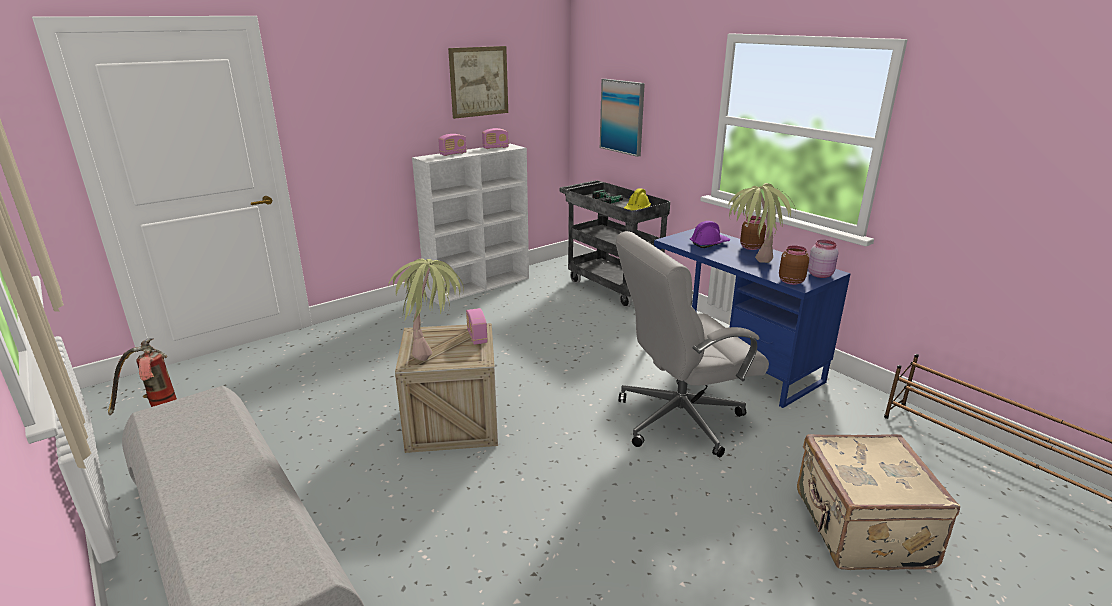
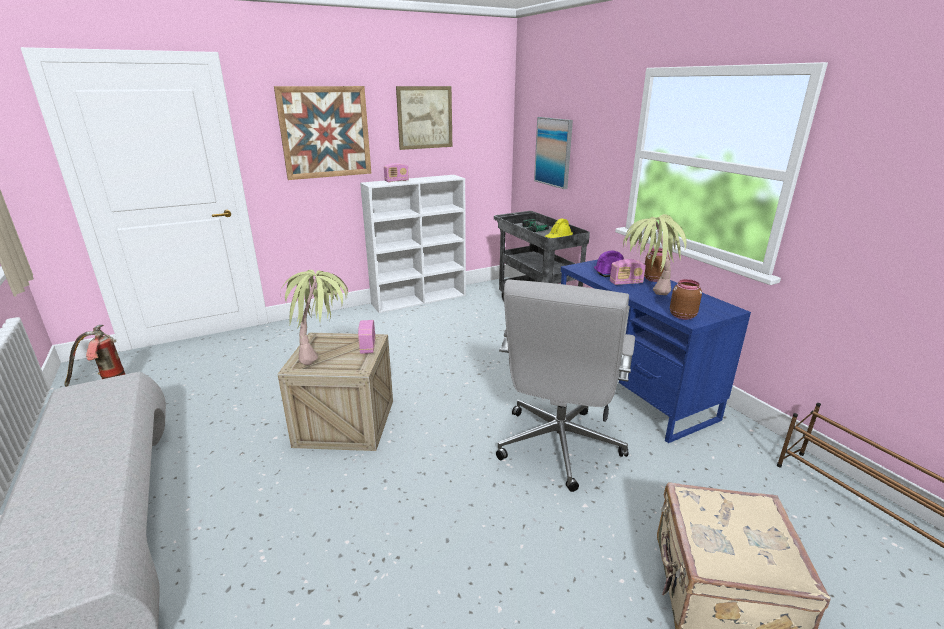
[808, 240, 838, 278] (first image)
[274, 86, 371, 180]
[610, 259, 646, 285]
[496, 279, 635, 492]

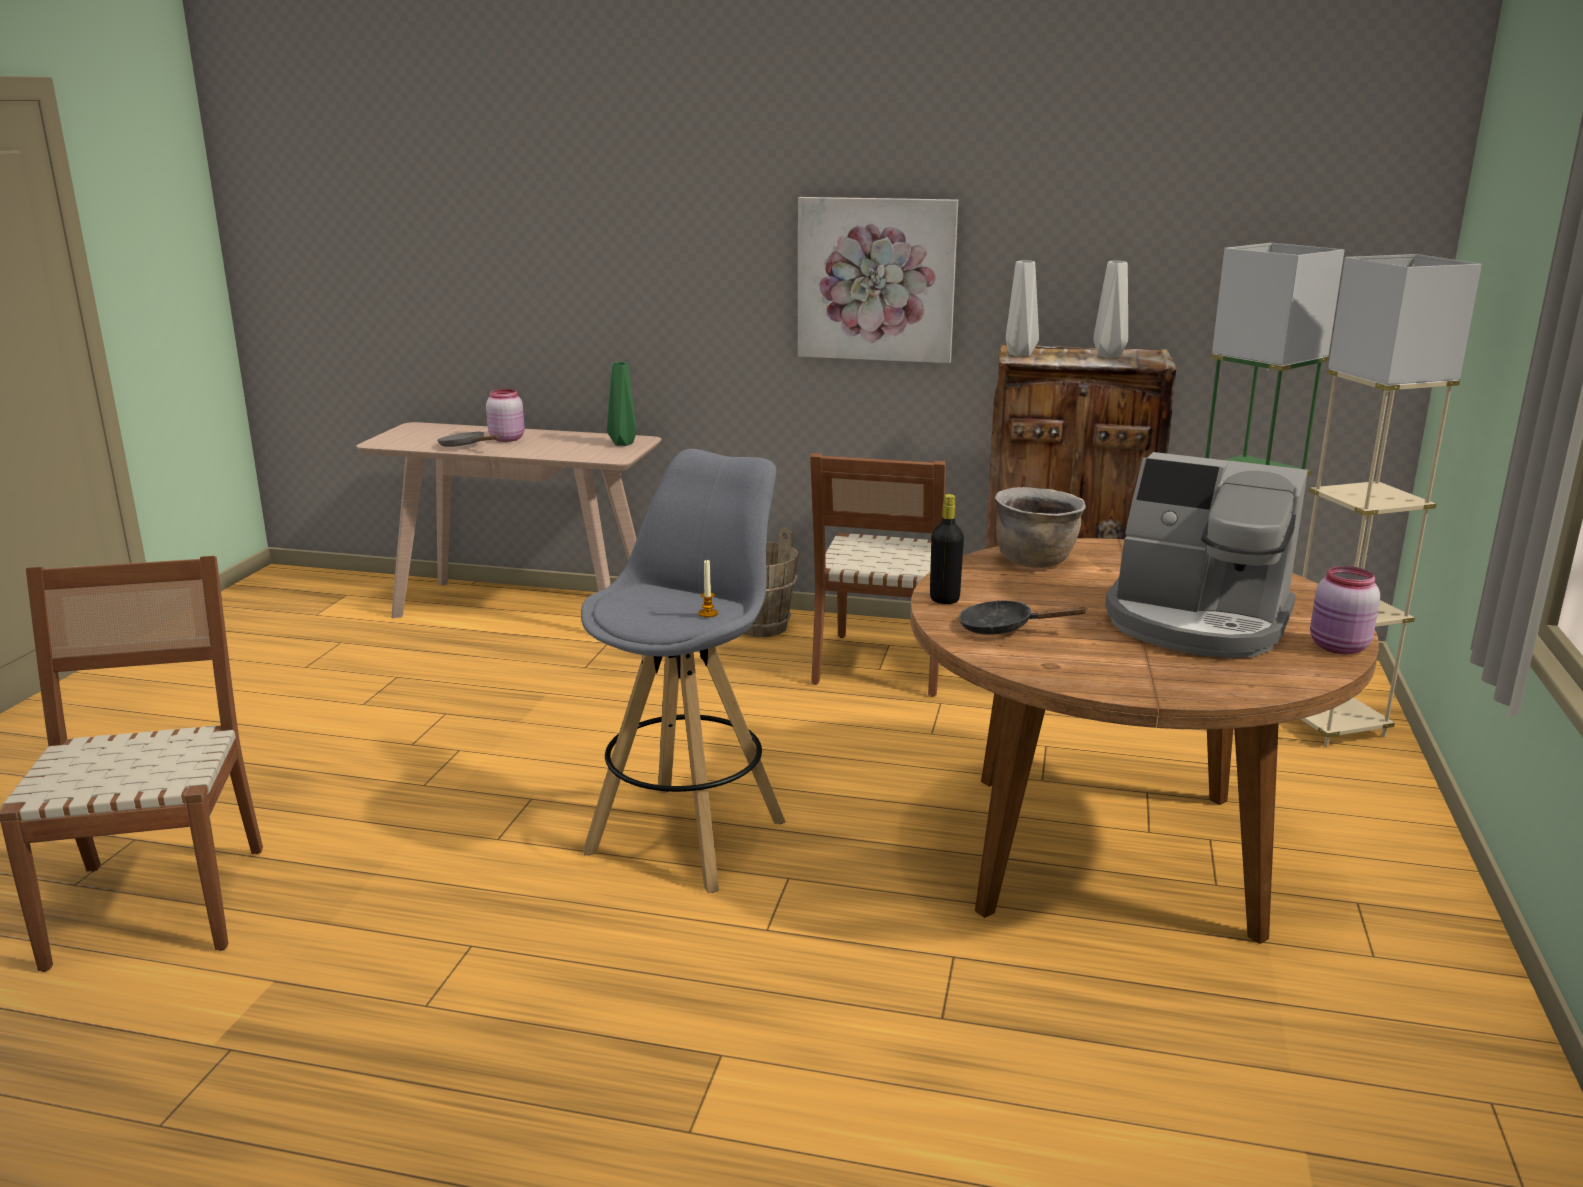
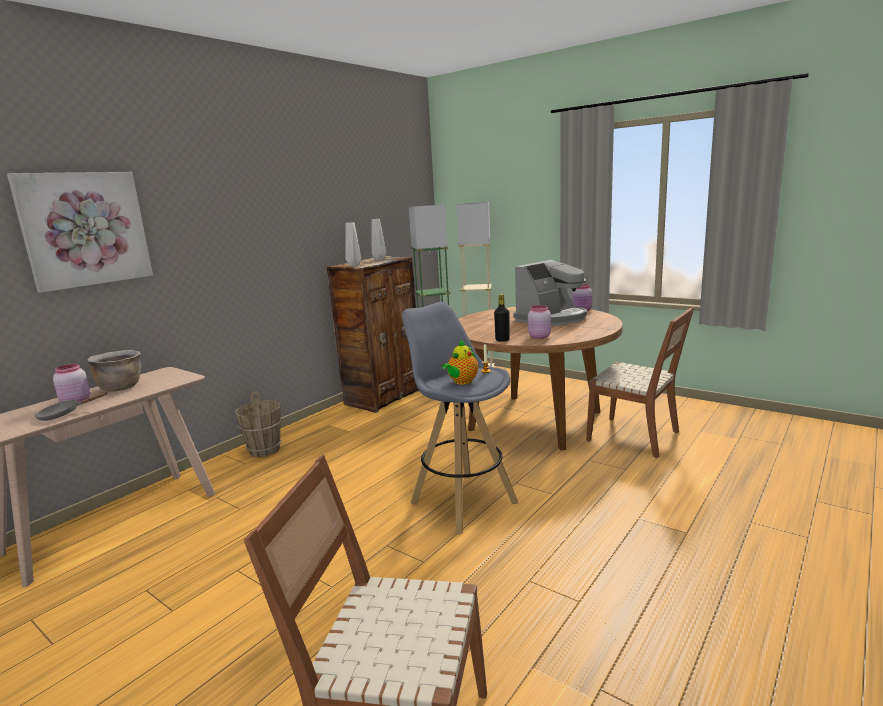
[607, 362, 636, 446] (first image)
[442, 339, 478, 385]
[7, 172, 153, 293]
[586, 306, 694, 458]
[87, 350, 141, 392]
[528, 305, 551, 339]

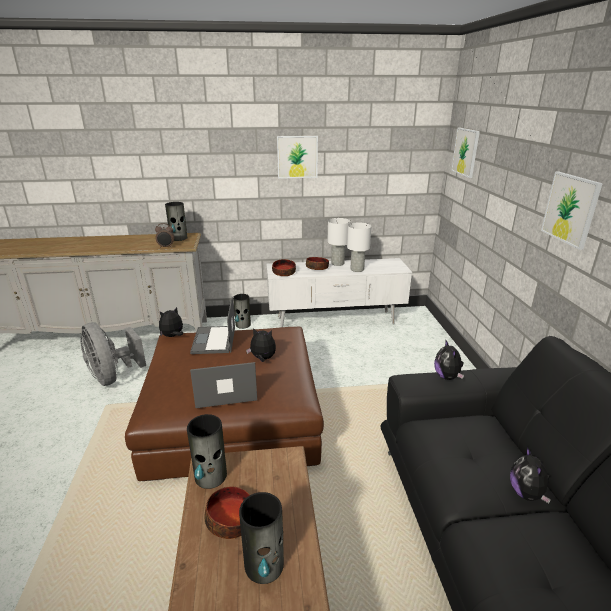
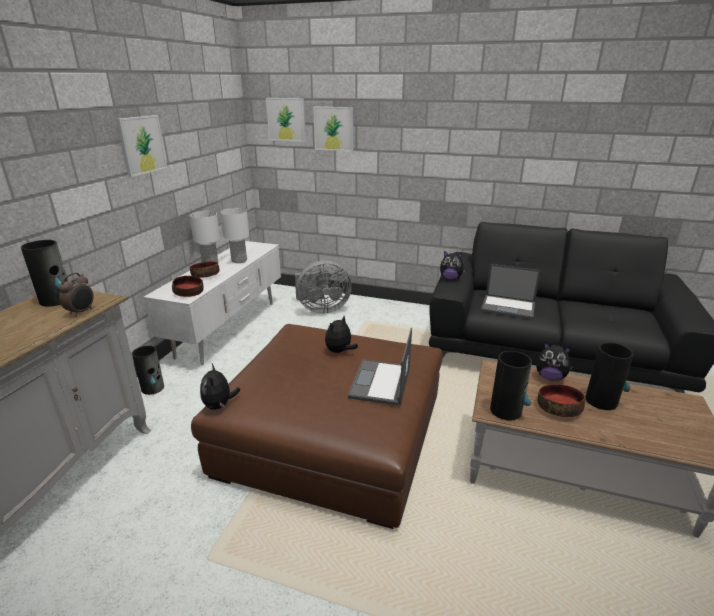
[295, 260, 352, 314]
[481, 264, 541, 320]
[536, 342, 573, 381]
[313, 107, 353, 152]

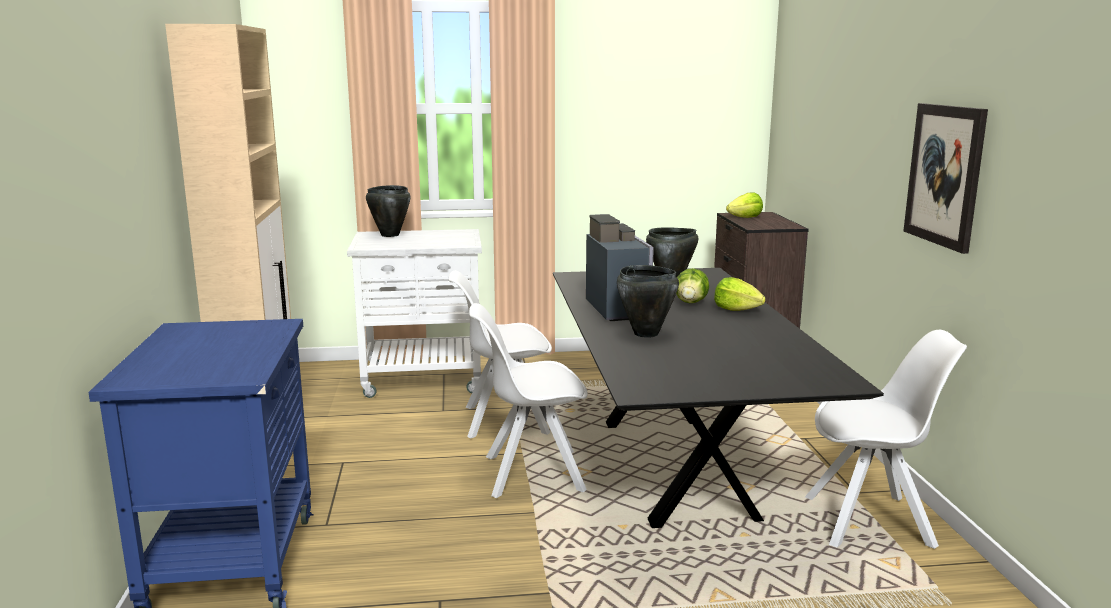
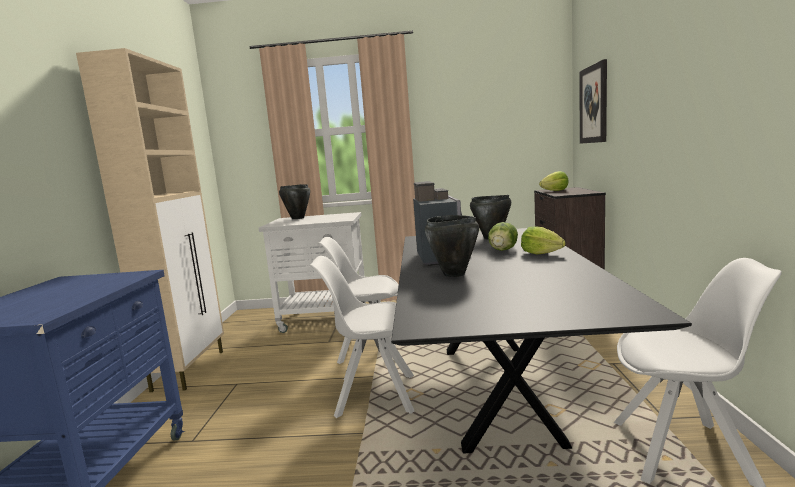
[580, 59, 607, 144]

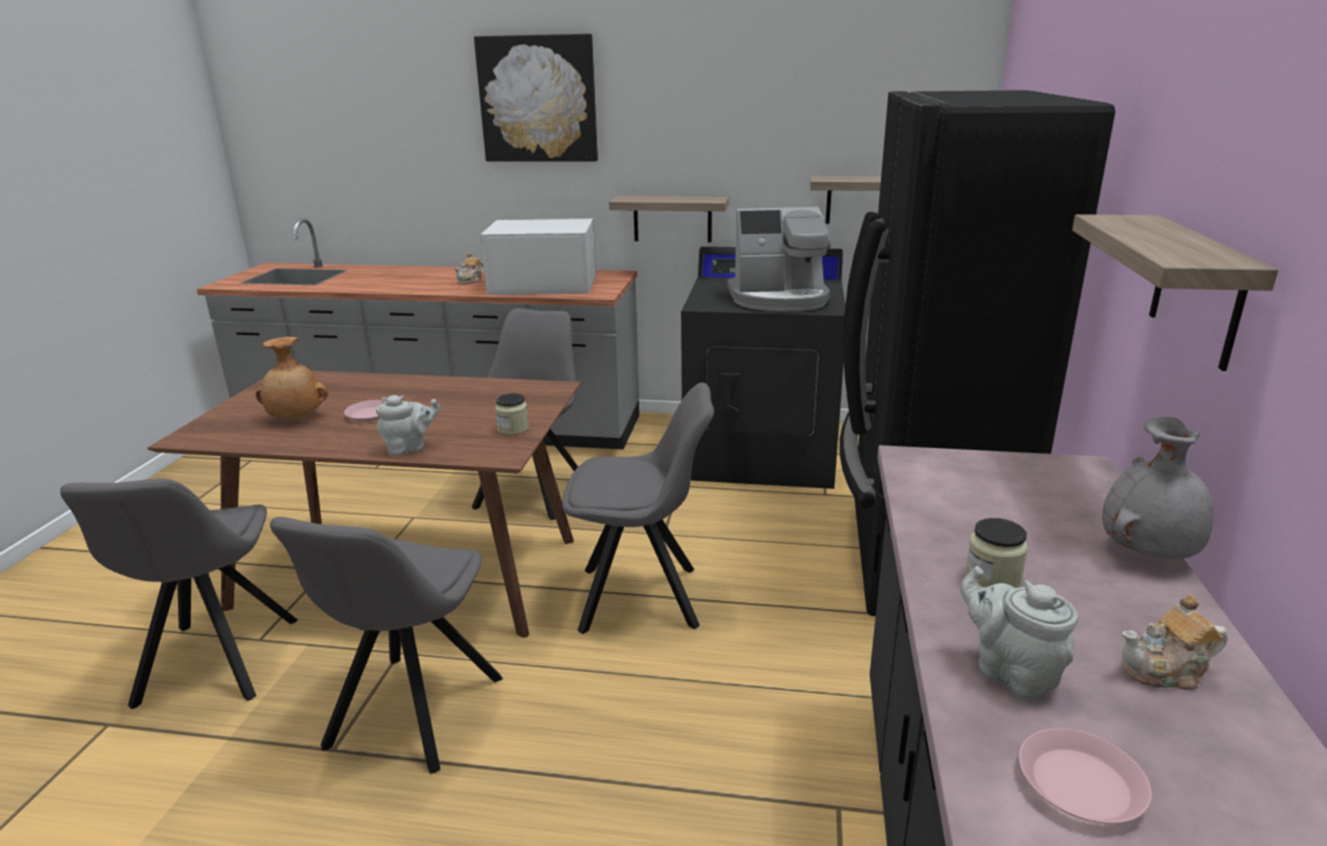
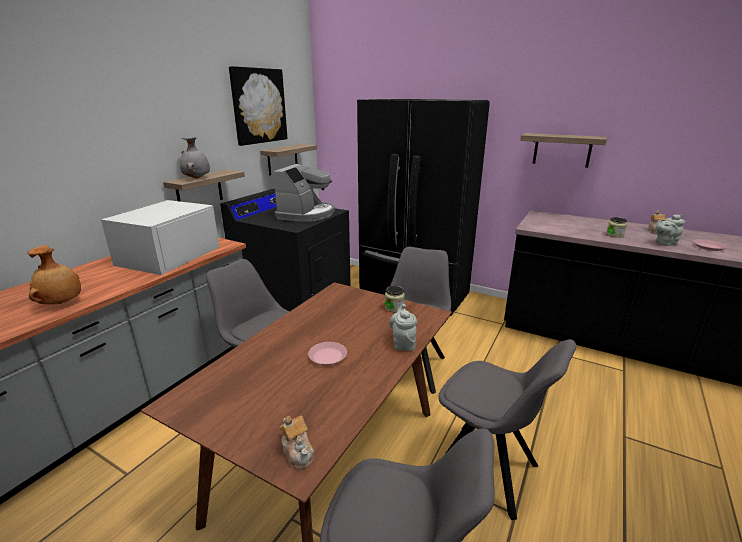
[27, 245, 81, 304]
[280, 416, 314, 470]
[229, 66, 288, 146]
[180, 136, 210, 179]

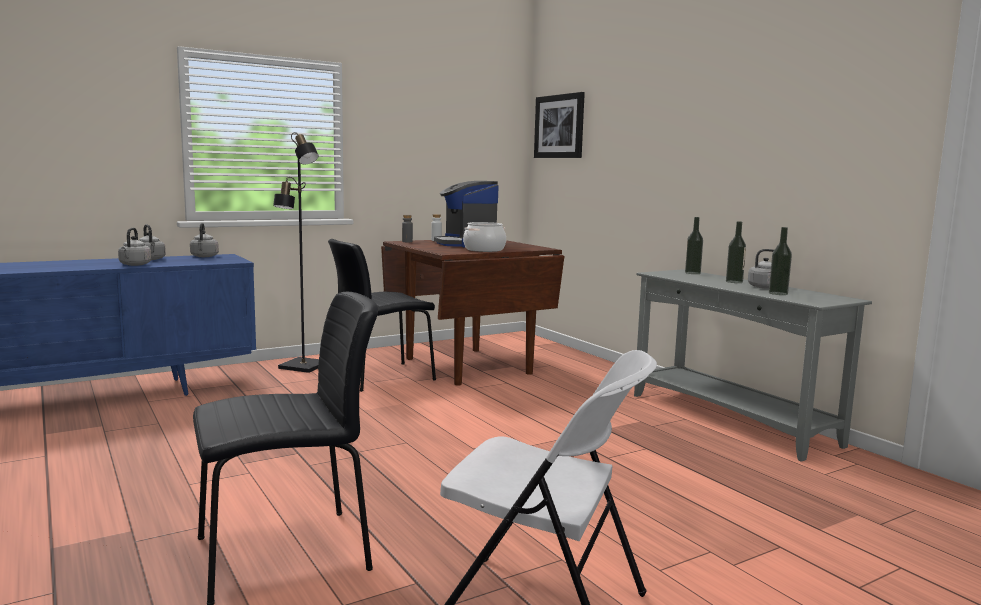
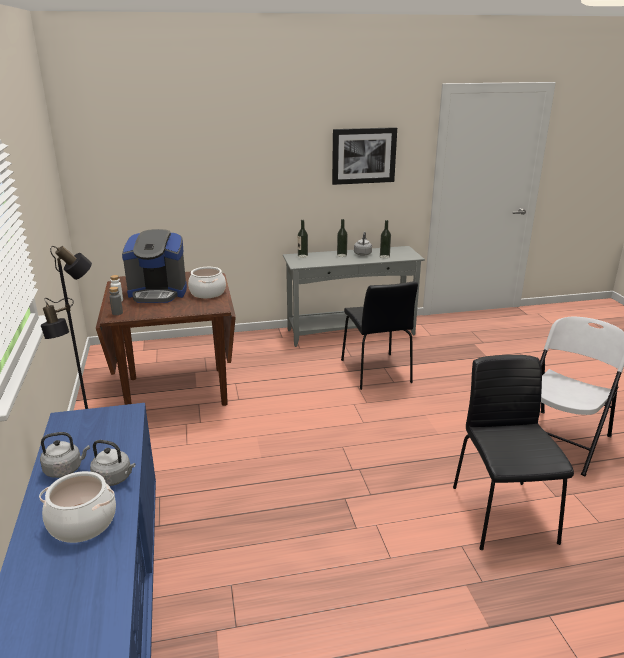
[190, 223, 219, 257] (first image)
[39, 471, 116, 543]
[341, 281, 418, 390]
[332, 127, 397, 185]

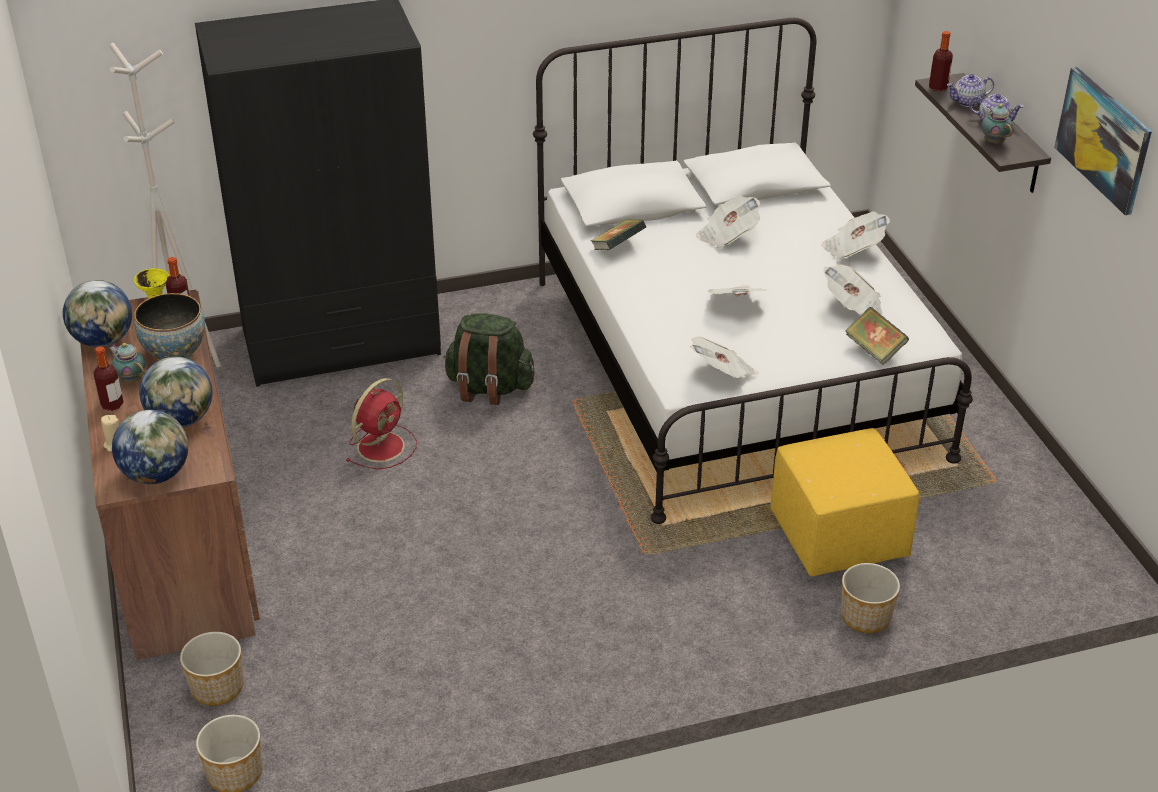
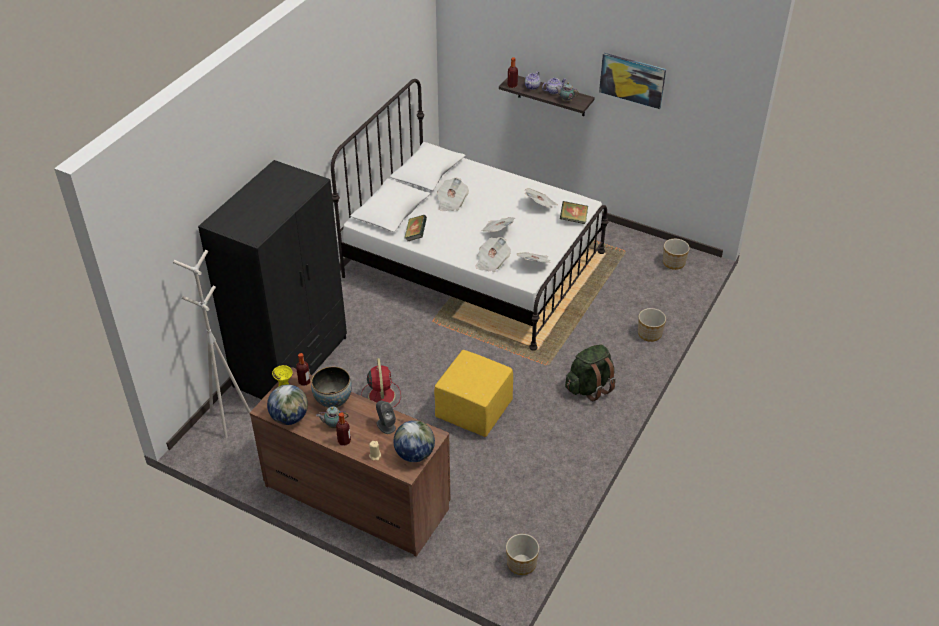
[663, 239, 690, 270]
[565, 345, 616, 401]
[434, 350, 513, 437]
[475, 237, 511, 272]
[376, 401, 396, 434]

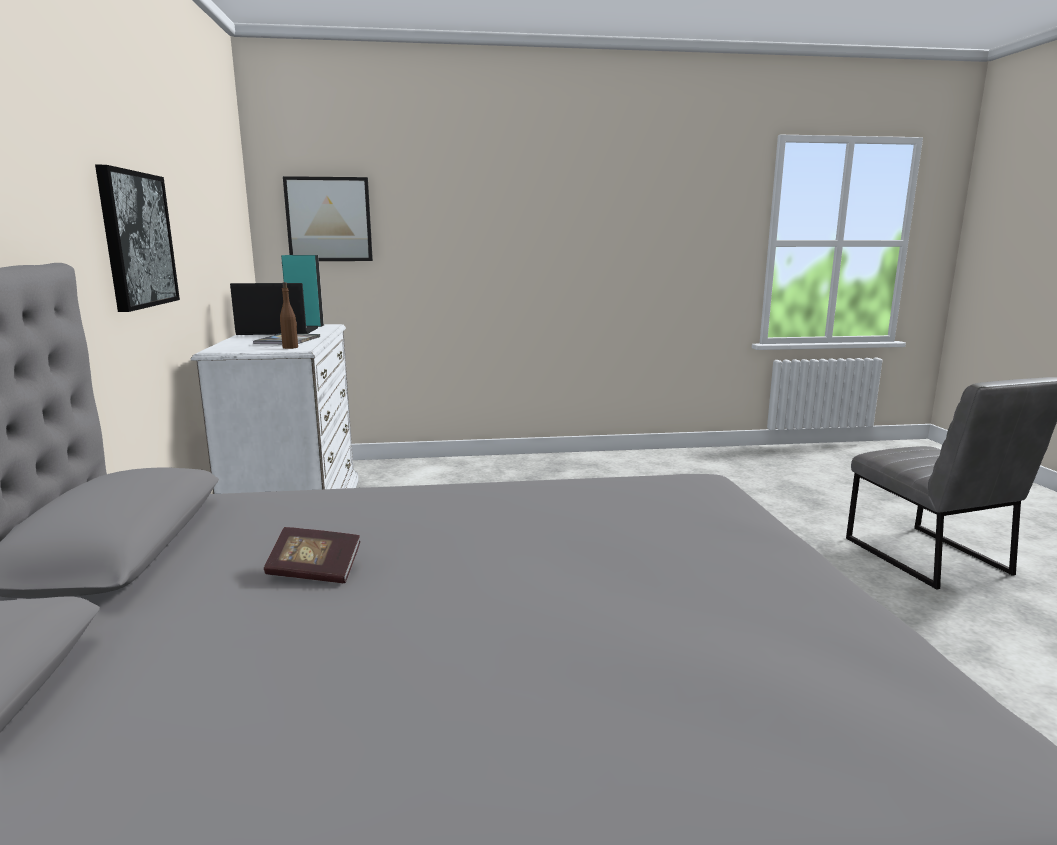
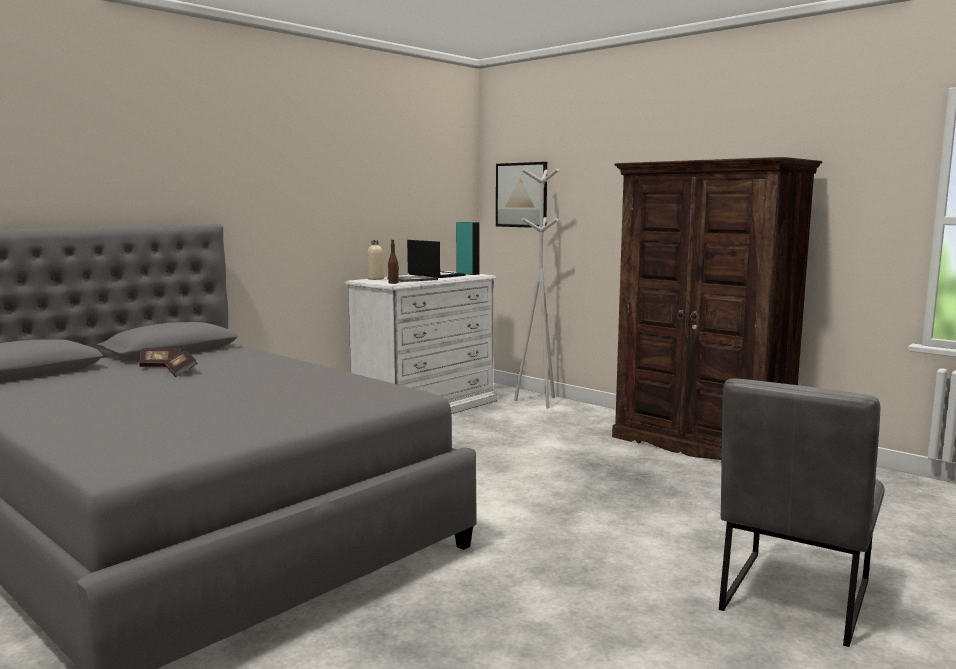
[95, 165, 180, 312] (first image)
[139, 348, 181, 367]
[367, 240, 384, 280]
[514, 168, 559, 408]
[612, 157, 822, 460]

